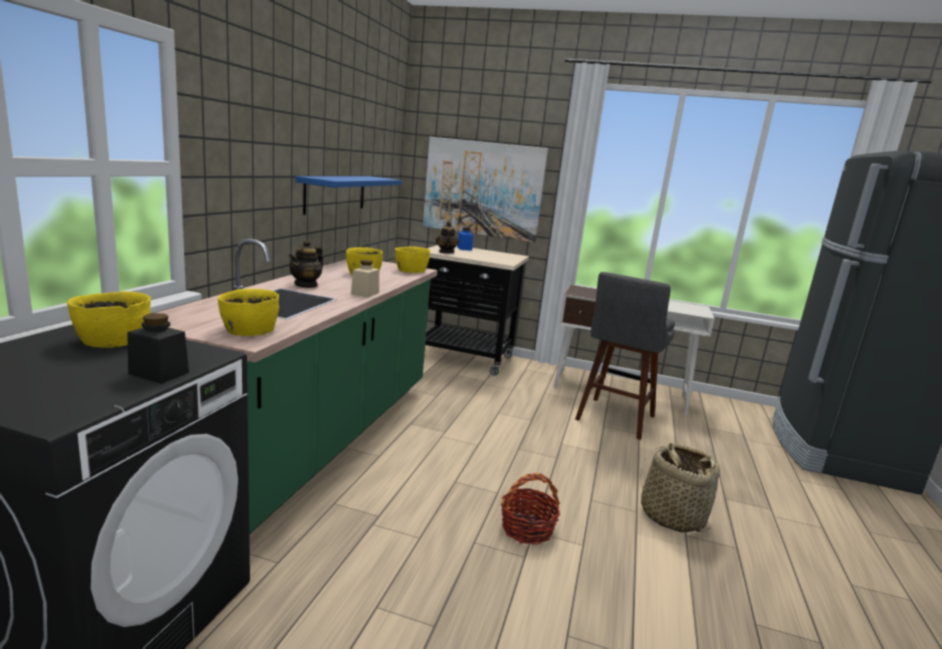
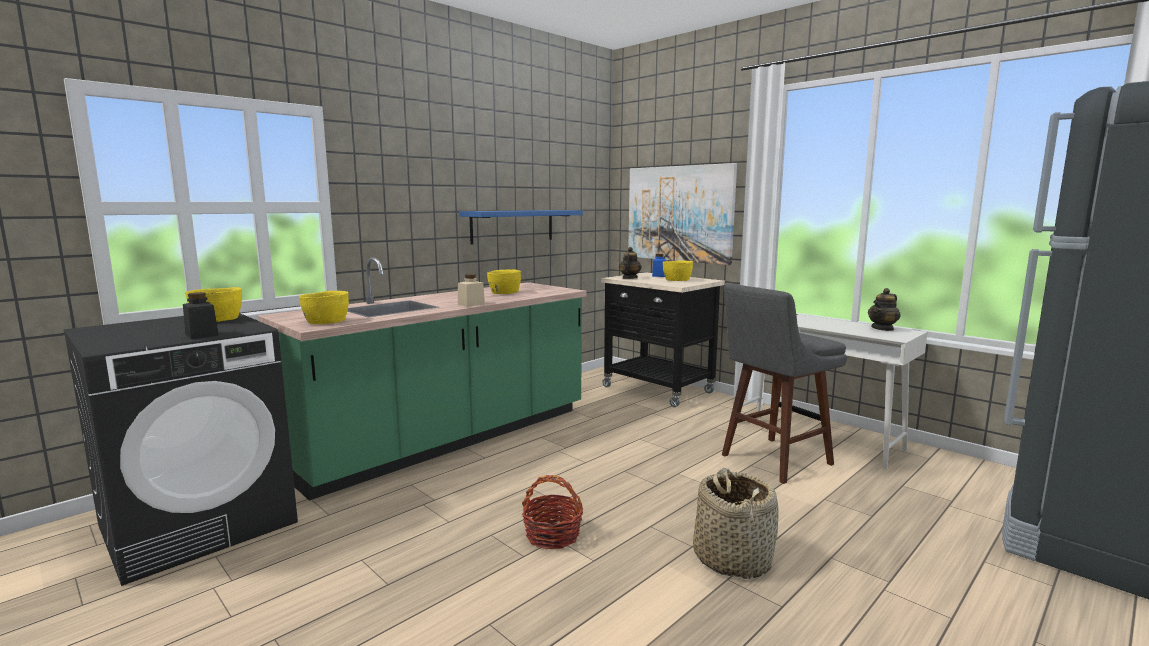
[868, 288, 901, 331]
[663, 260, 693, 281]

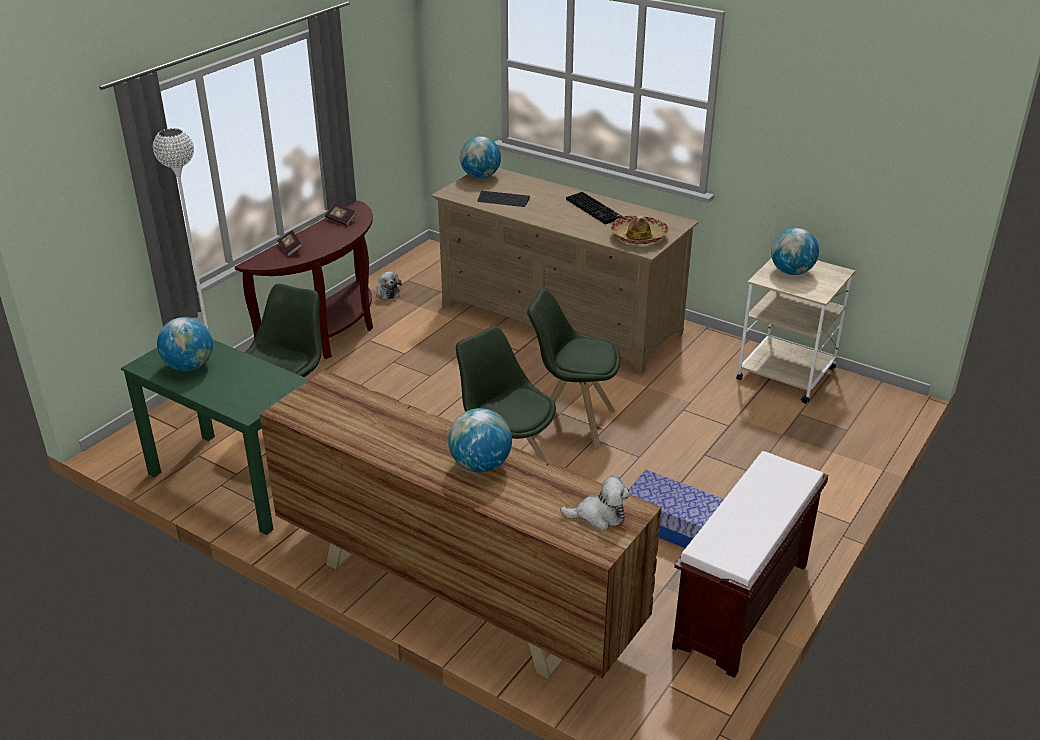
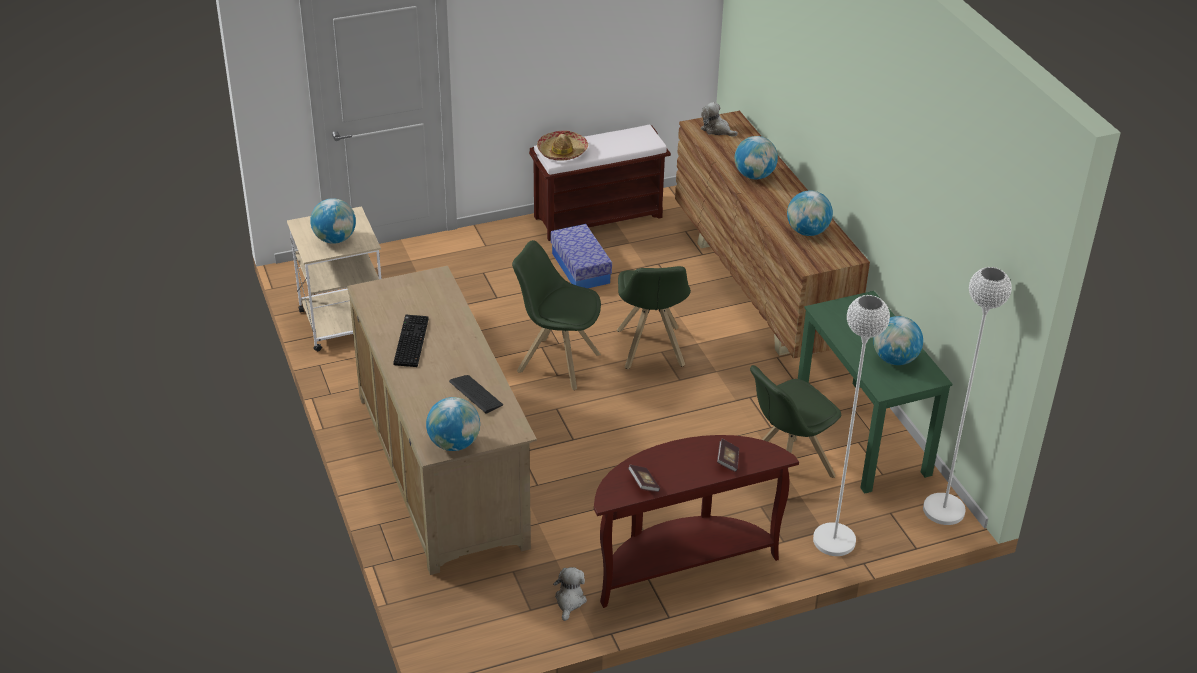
[787, 190, 833, 236]
[923, 267, 1012, 525]
[537, 131, 588, 161]
[512, 240, 601, 390]

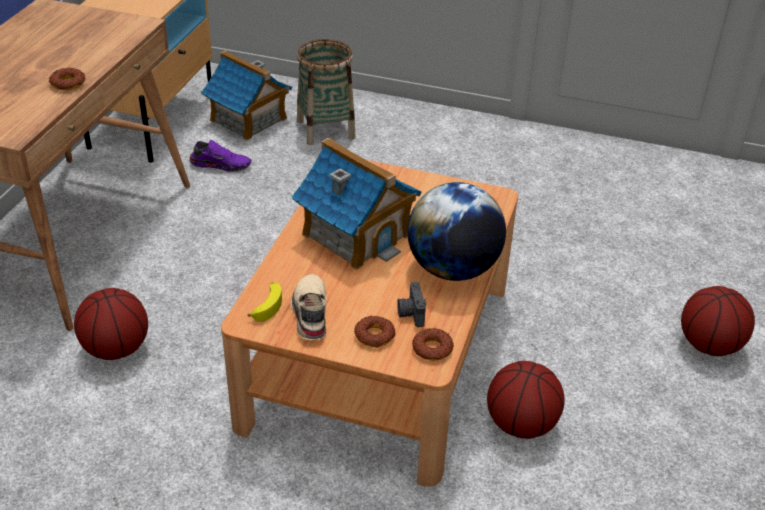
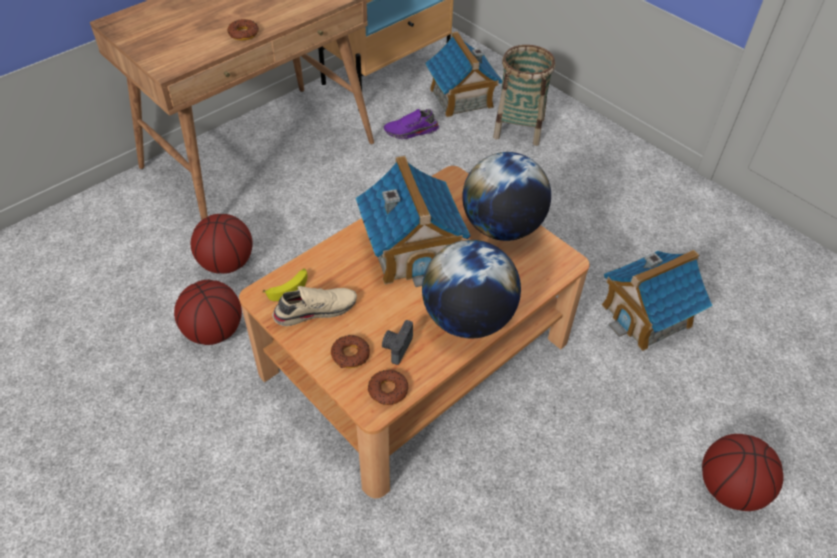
[462, 152, 551, 241]
[602, 250, 713, 351]
[174, 280, 242, 345]
[384, 109, 439, 139]
[272, 286, 357, 326]

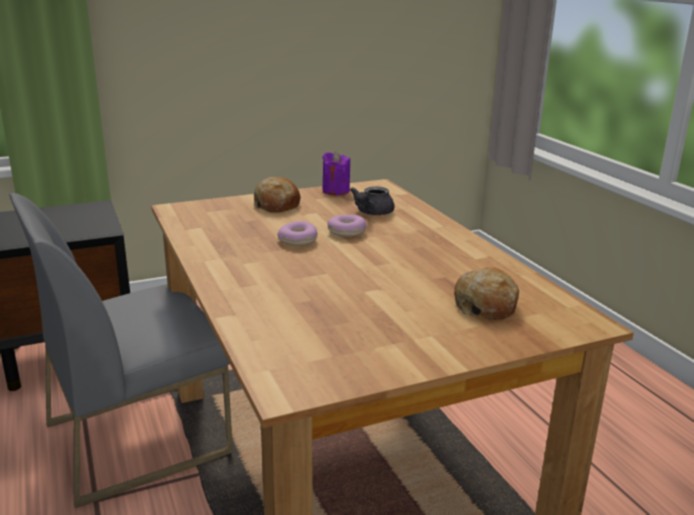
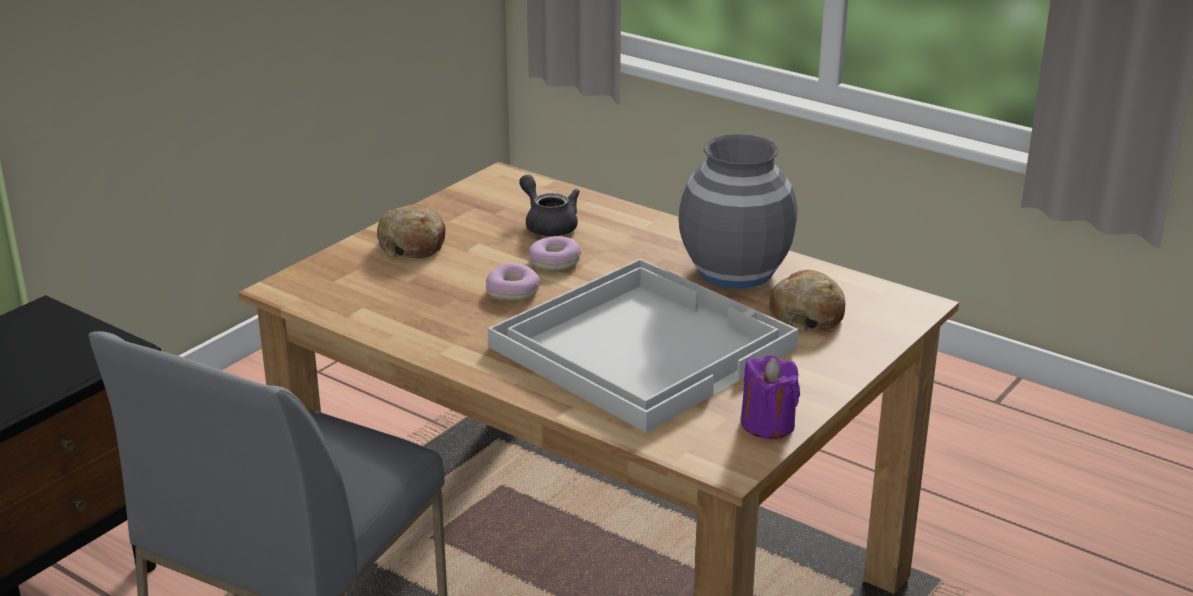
[488, 259, 798, 433]
[678, 134, 797, 289]
[741, 355, 800, 439]
[519, 174, 580, 236]

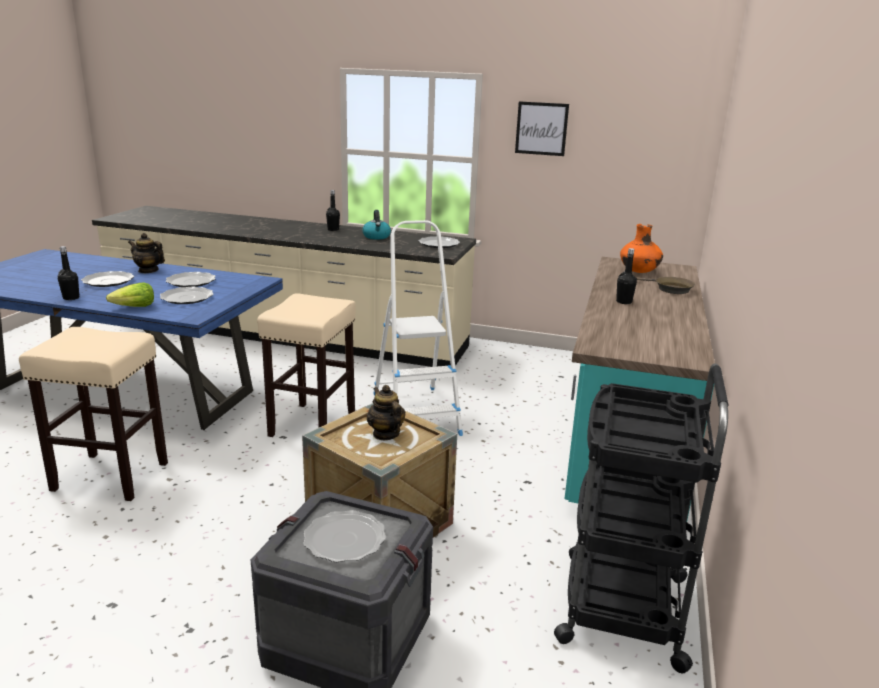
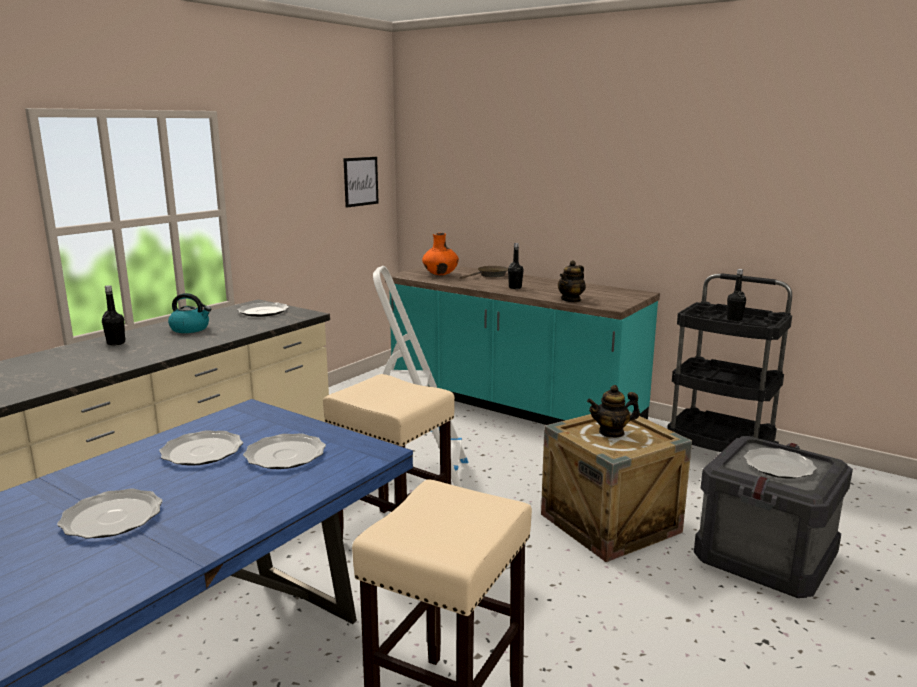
[106, 282, 154, 307] (first image)
[727, 269, 746, 321]
[558, 260, 586, 302]
[343, 157, 379, 208]

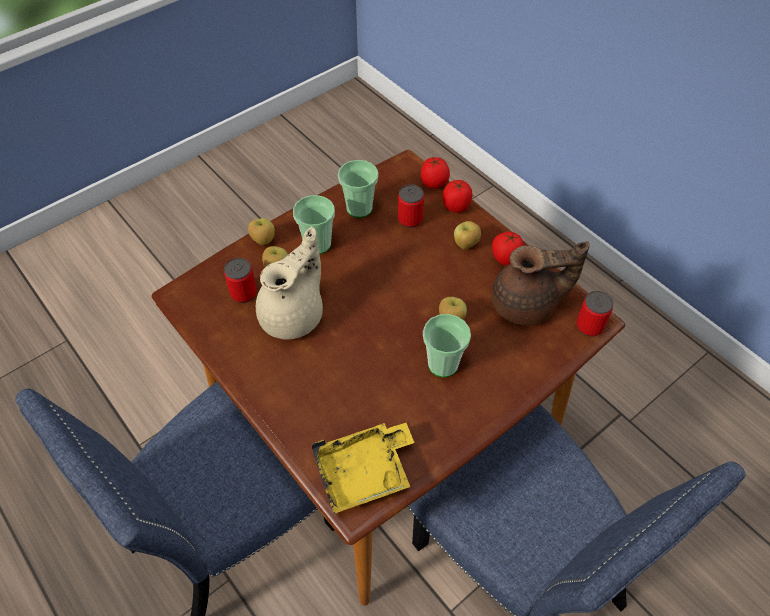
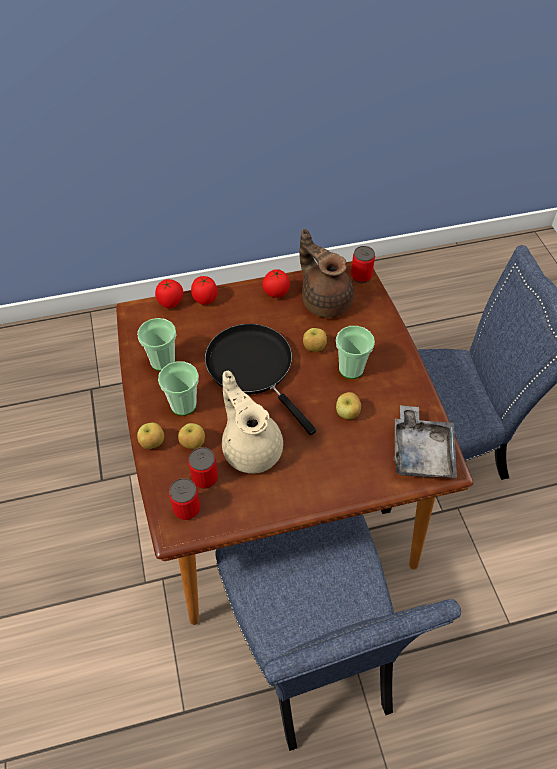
[205, 324, 317, 435]
[169, 478, 200, 520]
[336, 392, 361, 419]
[394, 405, 457, 478]
[300, 229, 354, 318]

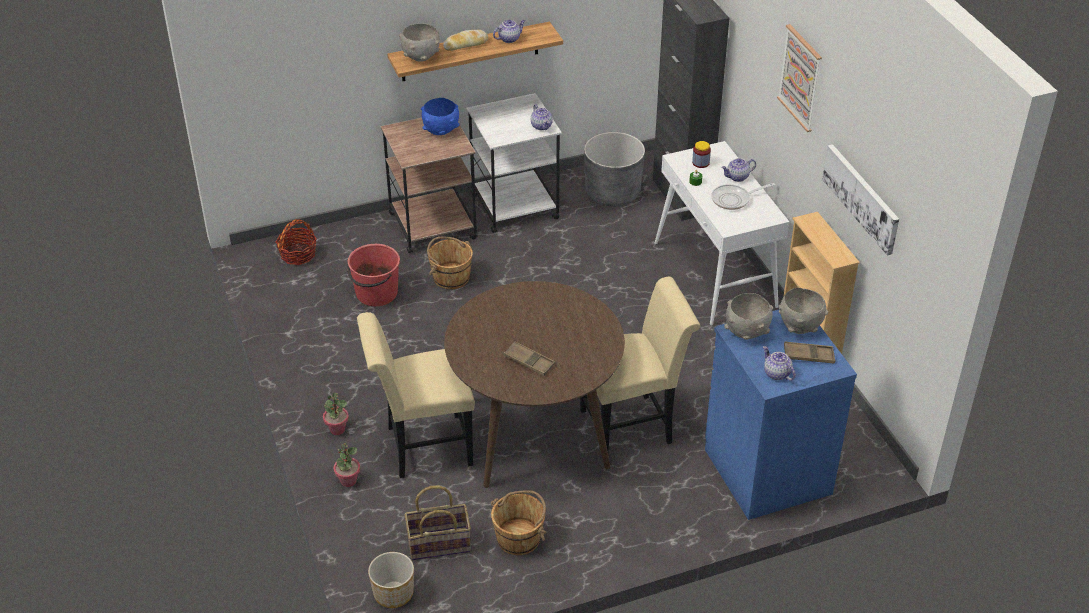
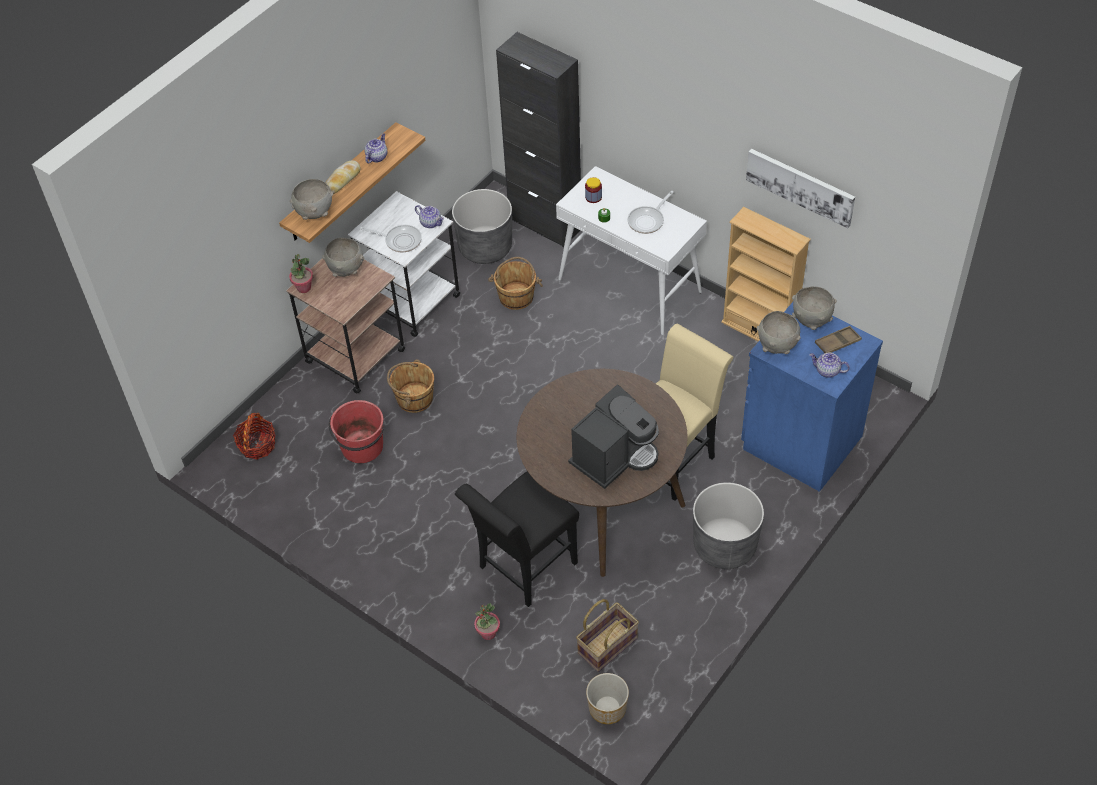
[721, 158, 756, 182] (first image)
[777, 24, 822, 132] (first image)
[360, 225, 422, 252]
[693, 482, 764, 569]
[289, 254, 313, 293]
[488, 257, 543, 310]
[568, 384, 659, 489]
[455, 471, 579, 607]
[322, 238, 364, 277]

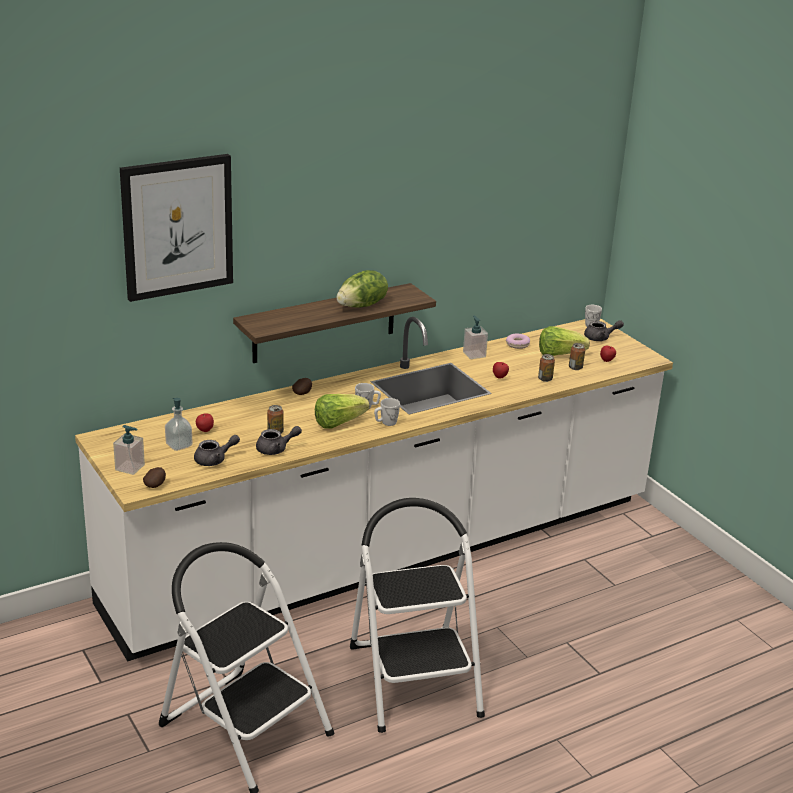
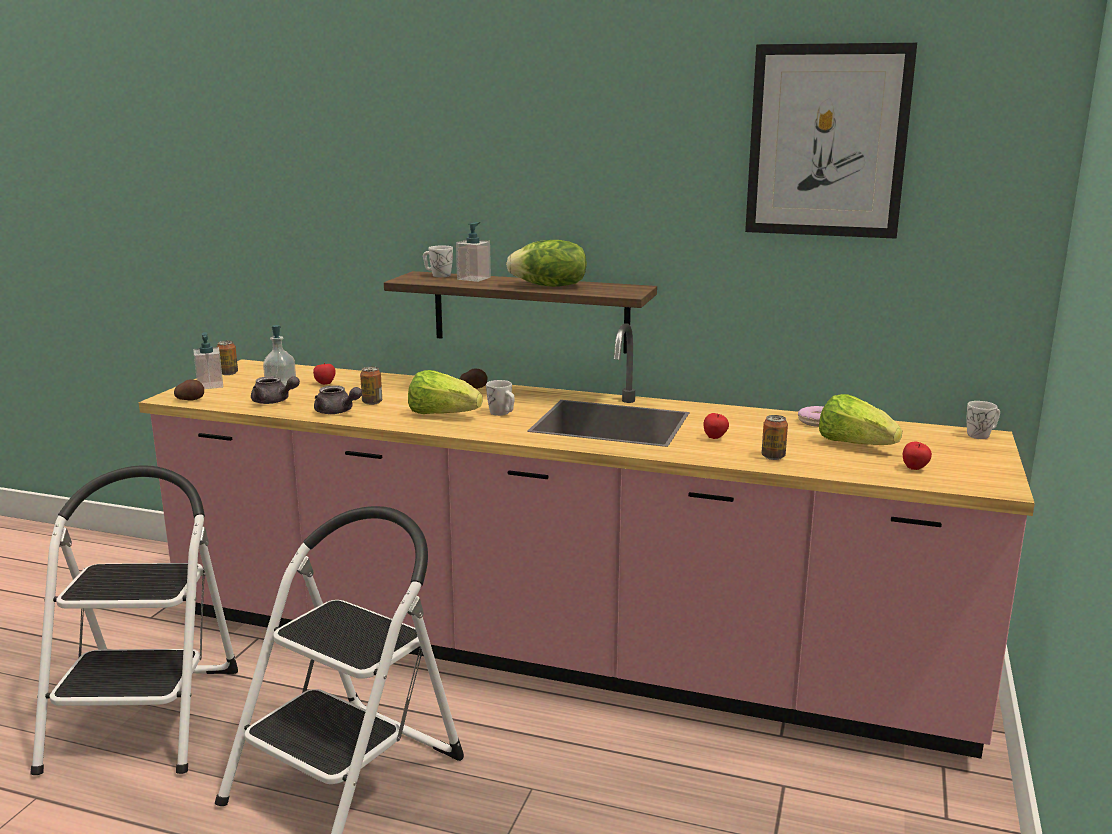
[584, 320, 624, 341] (first image)
[745, 43, 917, 239]
[423, 246, 453, 277]
[456, 222, 491, 282]
[217, 341, 238, 375]
[138, 323, 1035, 759]

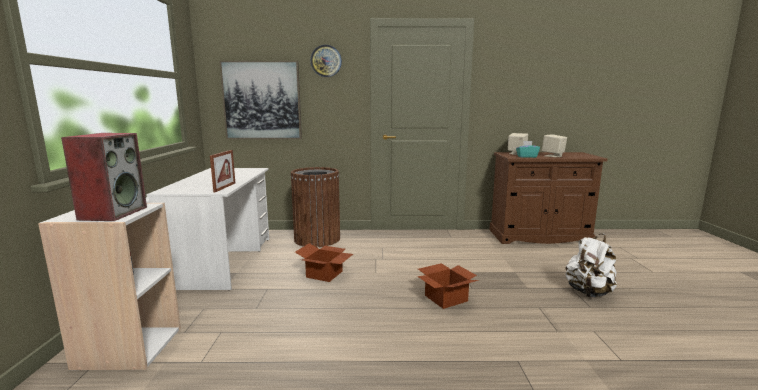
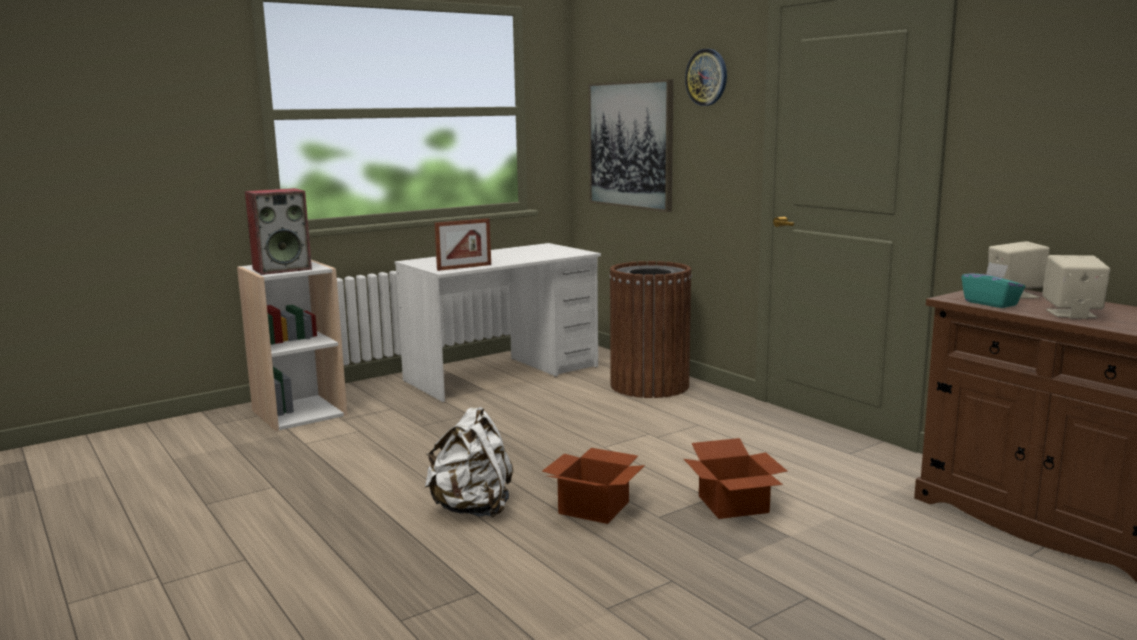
[684, 438, 787, 519]
[425, 407, 513, 518]

